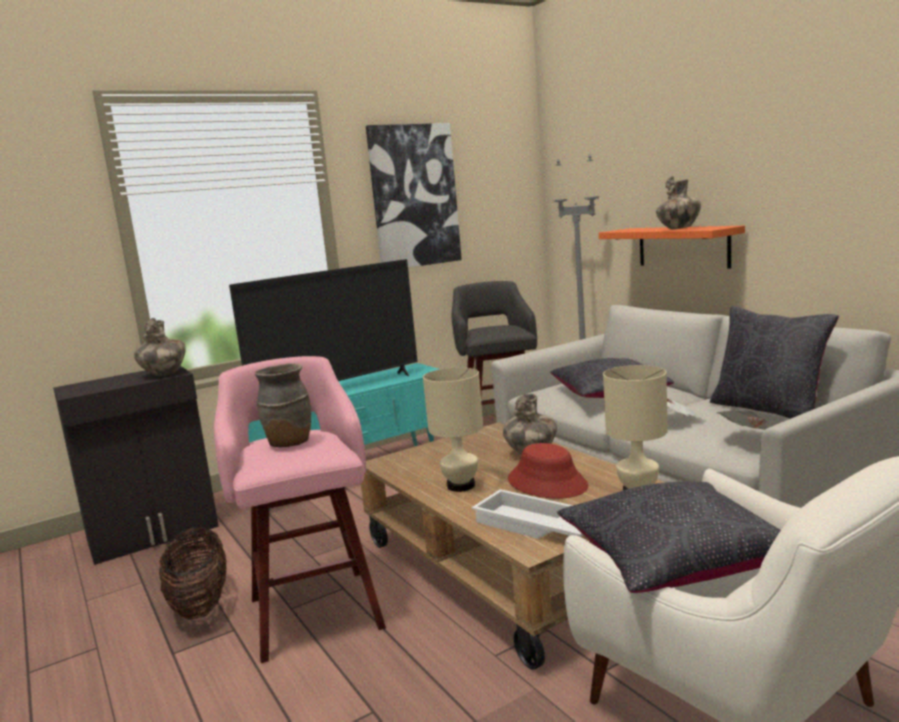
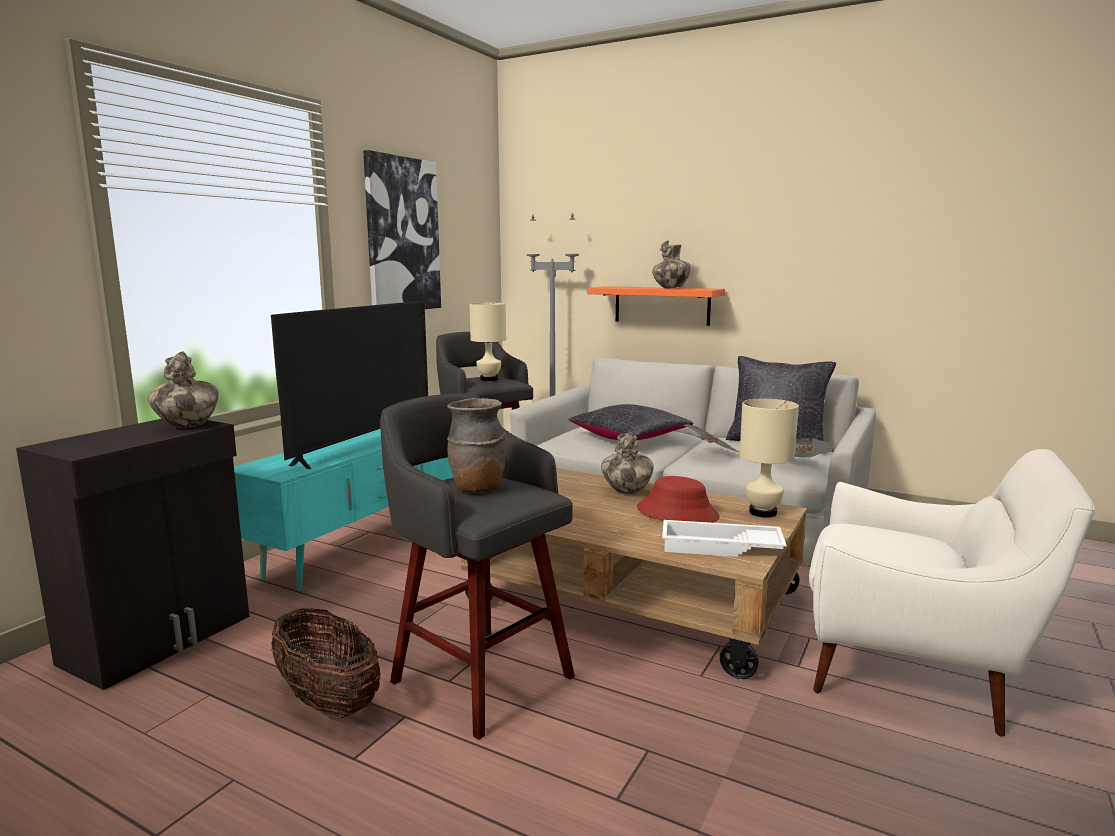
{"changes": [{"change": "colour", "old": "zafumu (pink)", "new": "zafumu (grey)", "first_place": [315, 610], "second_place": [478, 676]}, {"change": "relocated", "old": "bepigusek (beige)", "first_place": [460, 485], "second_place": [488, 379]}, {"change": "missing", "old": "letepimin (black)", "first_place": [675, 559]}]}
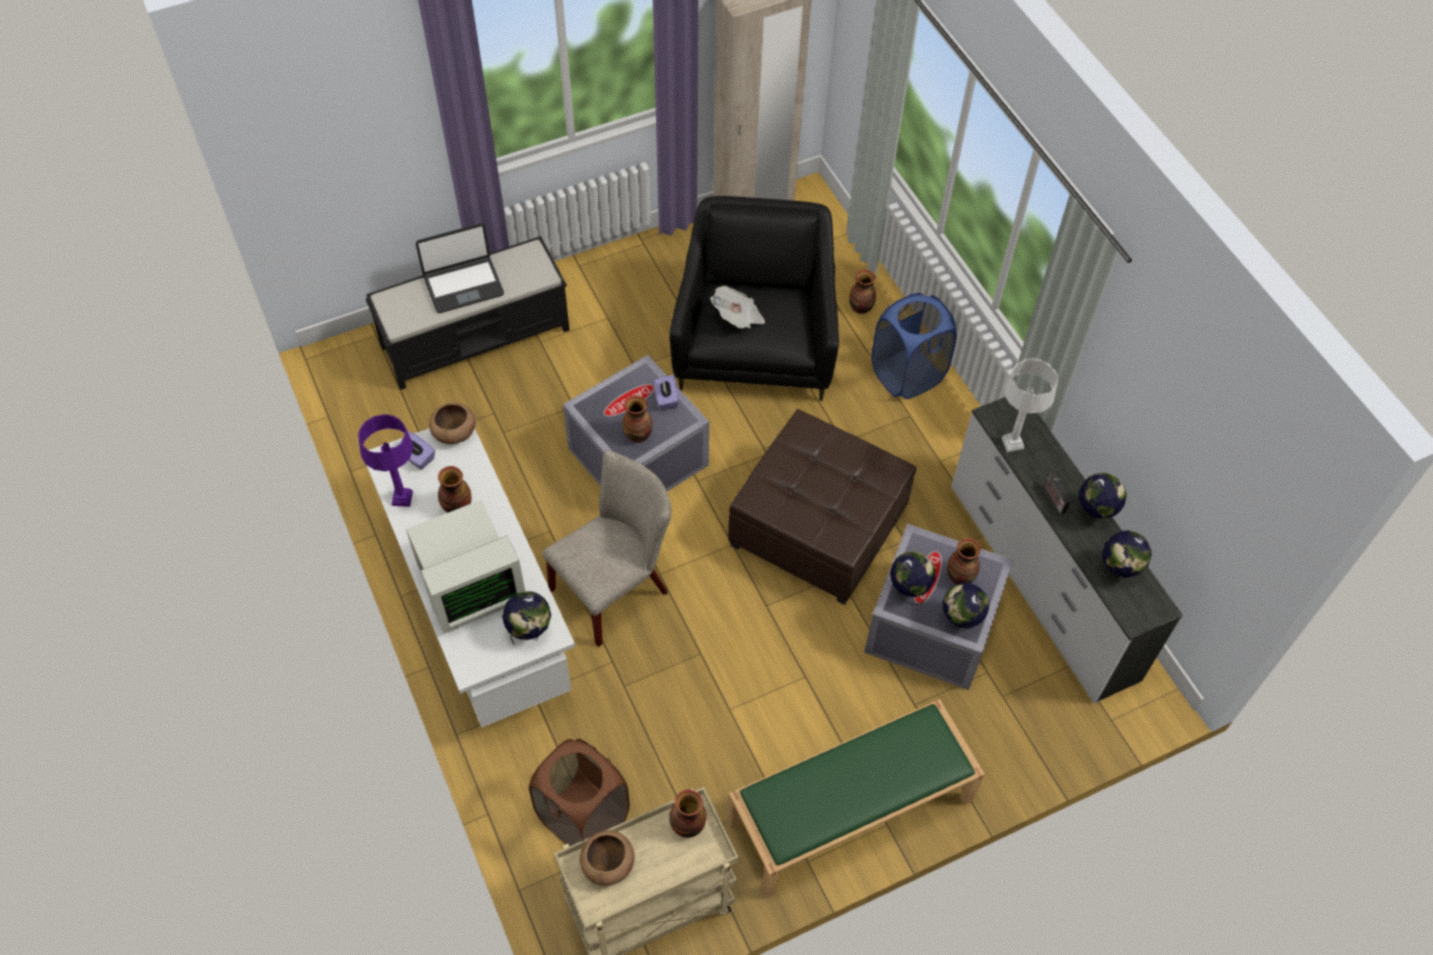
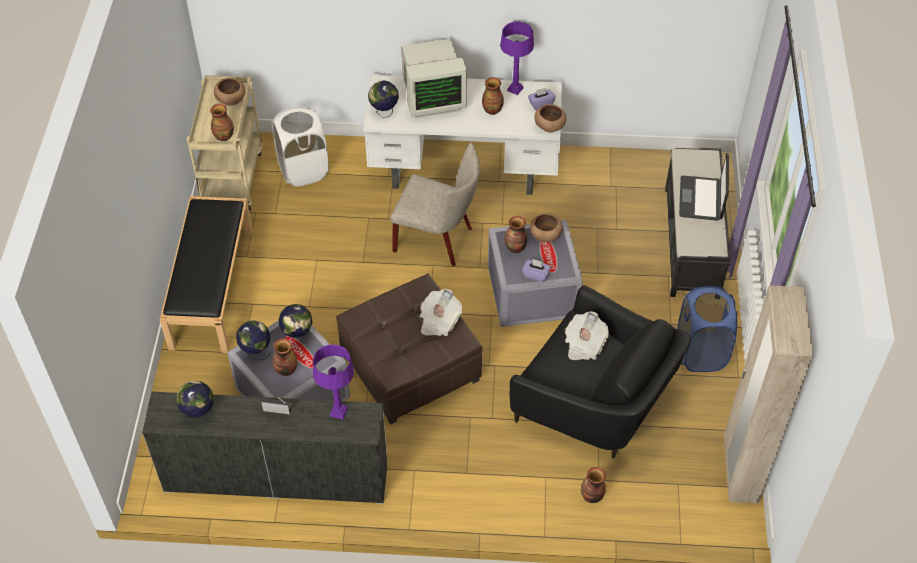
{"changes": [{"change": "relocated", "old": "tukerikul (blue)", "first_place": [907, 375], "second_place": [700, 352]}, {"change": "colour", "old": "bepigusek (white)", "new": "bepigusek (purple)", "first_place": [1012, 443], "second_place": [338, 411]}, {"change": "spun", "old": "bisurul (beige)", "first_place": [615, 587], "second_place": [438, 239], "degrees": -60}, {"change": "missing", "old": "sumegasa", "first_place": [1094, 514]}, {"change": "spun", "old": "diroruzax", "first_place": [470, 587], "second_place": [432, 98], "degrees": -105}, {"change": "colour", "old": "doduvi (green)", "new": "doduvi (black)", "first_place": [849, 812], "second_place": [211, 287]}, {"change": "colour", "old": "tukerikul (brown)", "new": "tukerikul (white)", "first_place": [583, 818], "second_place": [303, 170]}, {"change": "appeared", "new": "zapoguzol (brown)", "second_place": [545, 235]}, {"change": "appeared", "new": "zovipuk", "second_place": [438, 321]}]}
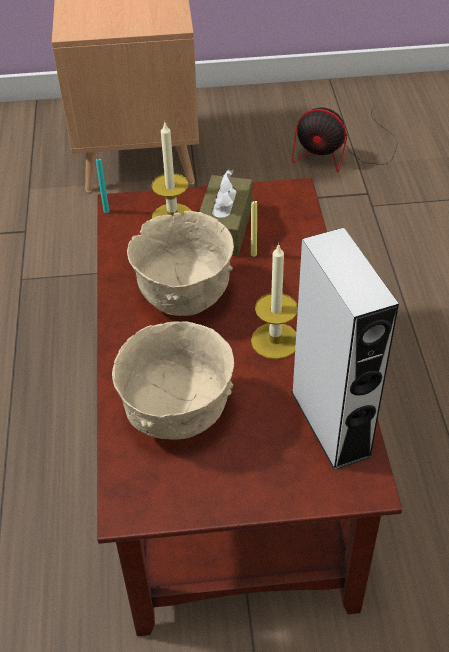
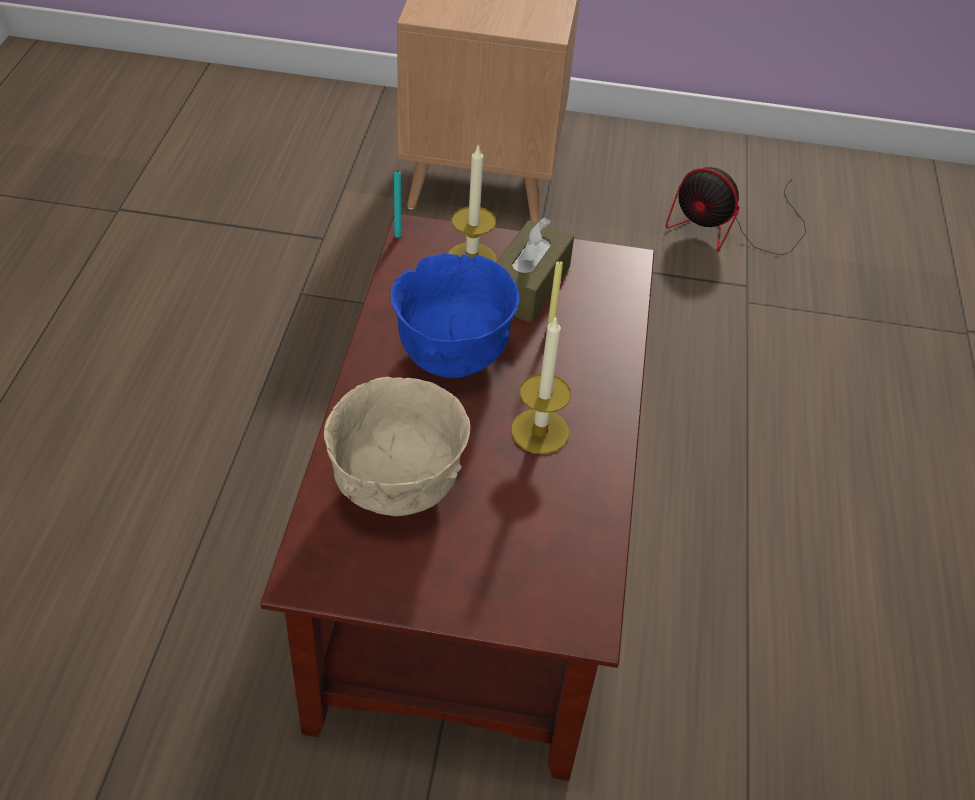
{"changes": [{"change": "colour", "old": "zapoguzol (beige)", "new": "zapoguzol (blue)", "first_place": [184, 297], "second_place": [453, 355]}, {"change": "missing", "old": "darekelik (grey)", "first_place": [330, 423]}]}
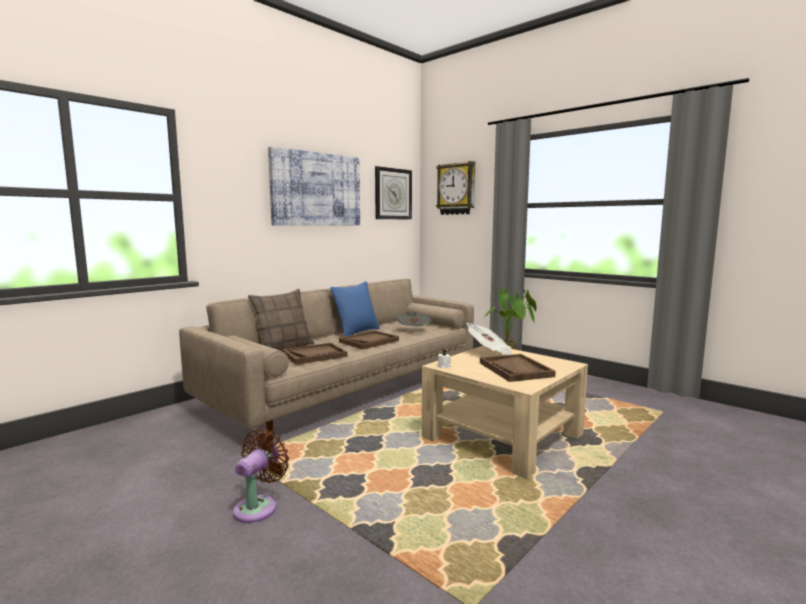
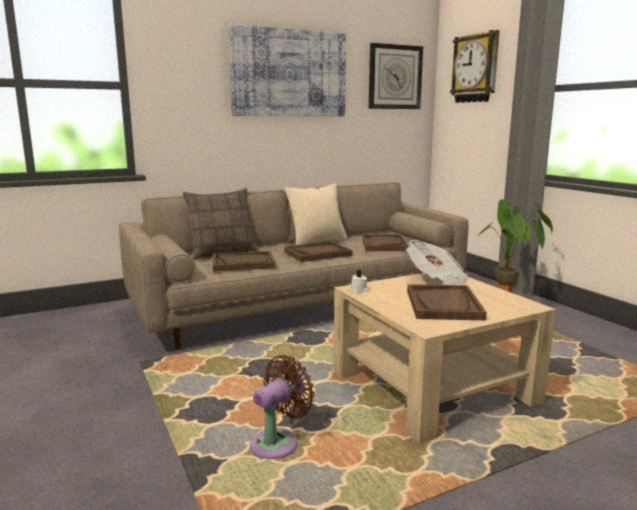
{"changes": [{"change": "colour", "old": "letepimin (blue)", "new": "letepimin (beige)", "first_place": [357, 332], "second_place": [317, 242]}, {"change": "exchanged", "old": "zovipuk", "new": "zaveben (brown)", "first_place": [413, 330], "second_place": [384, 244]}, {"change": "relocated", "old": "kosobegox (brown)", "first_place": [258, 507], "second_place": [278, 443]}]}
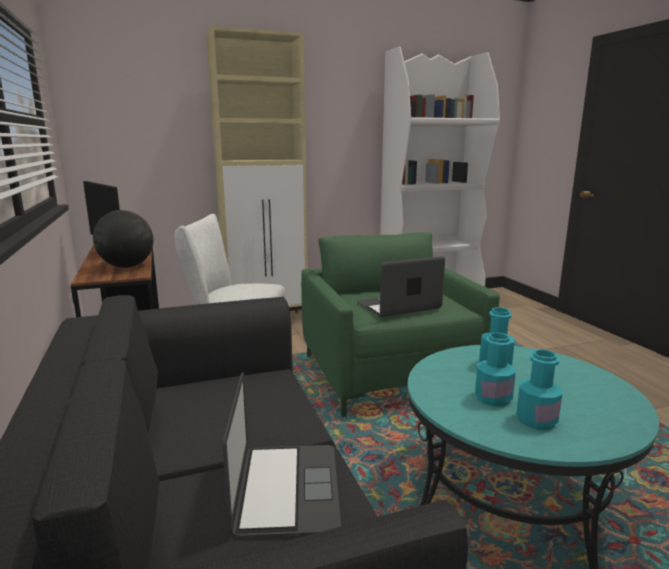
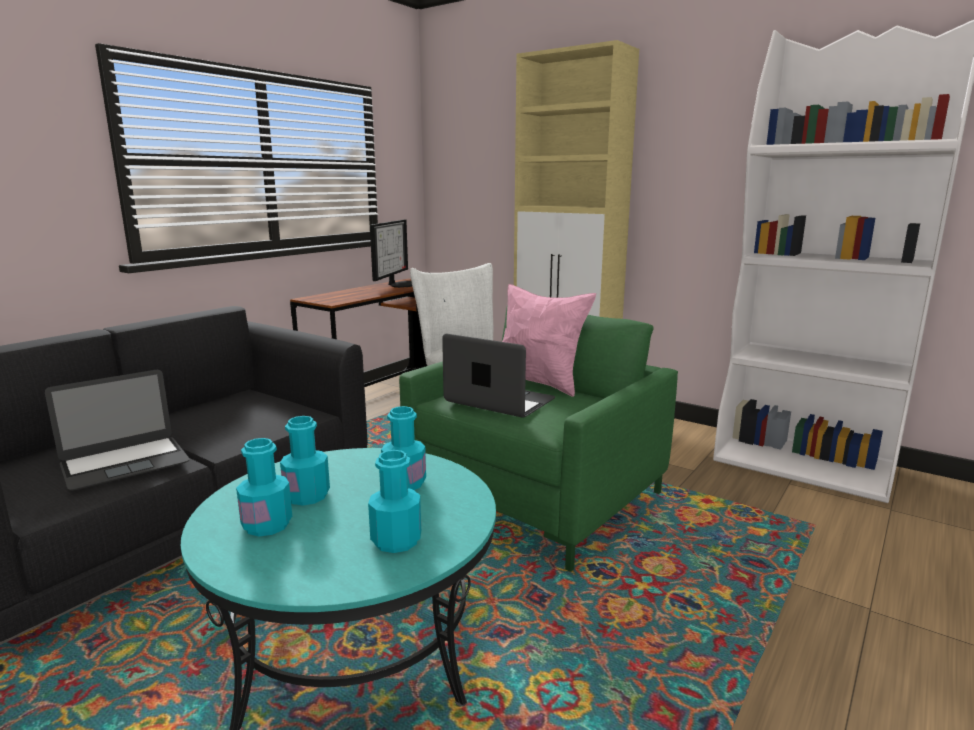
{"changes": [{"change": "missing", "old": "sumegasa", "first_place": [127, 266]}, {"change": "appeared", "new": "letepimin (pink)", "second_place": [538, 383]}, {"change": "appeared", "new": "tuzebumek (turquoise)", "second_place": [396, 540]}]}
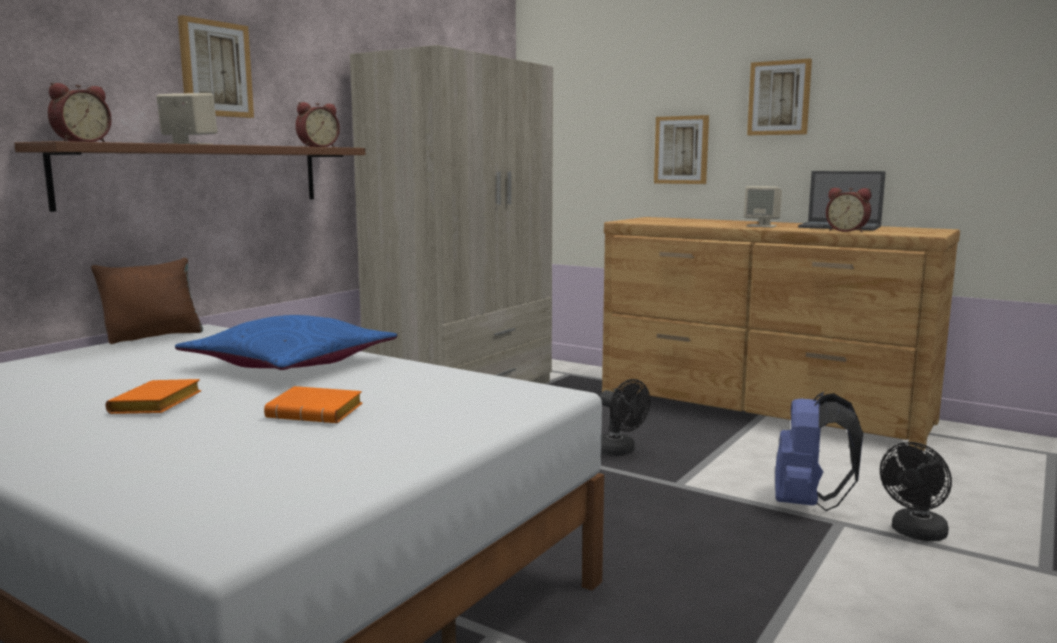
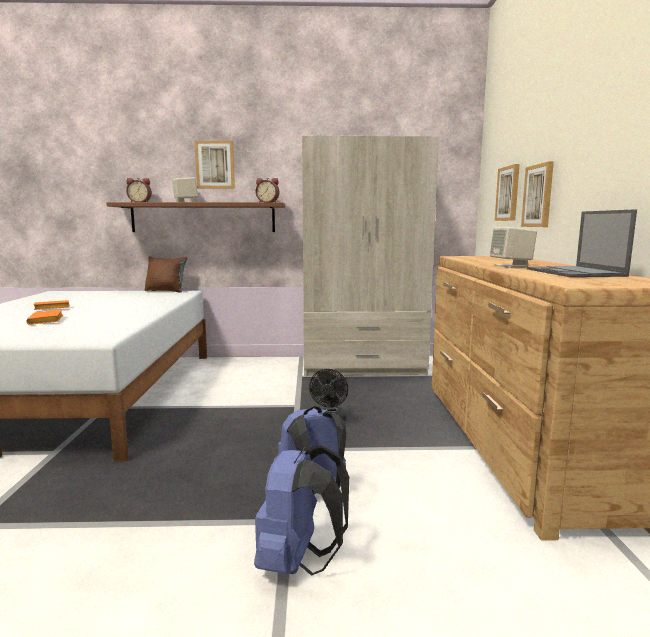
{"changes": [{"change": "relocated", "old": "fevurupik", "first_place": [779, 98], "second_place": [508, 193]}, {"change": "missing", "old": "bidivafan", "first_place": [847, 231]}, {"change": "missing", "old": "letepimin (blue)", "first_place": [290, 364]}, {"change": "exchanged", "old": "kosobegox (black)", "new": "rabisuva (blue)", "first_place": [915, 534], "second_place": [298, 562]}]}
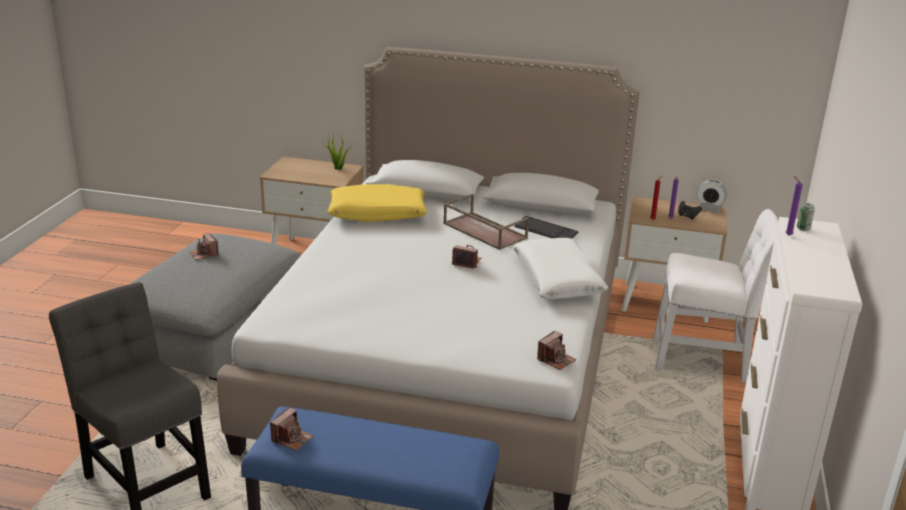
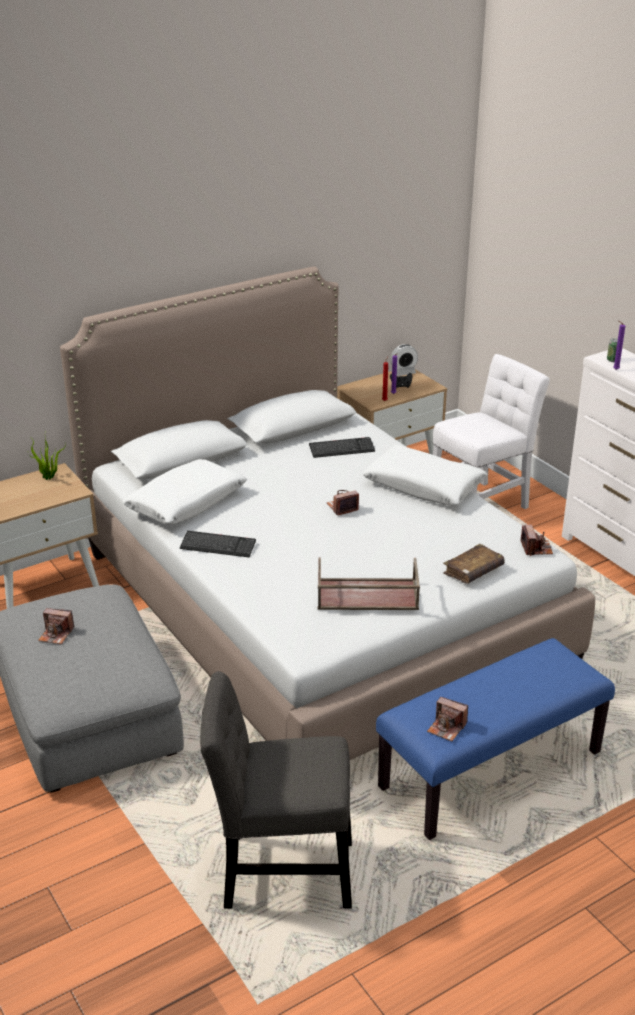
{"changes": [{"change": "colour", "old": "letepimin (yellow)", "new": "letepimin (white)", "first_place": [377, 213], "second_place": [186, 503]}, {"change": "relocated", "old": "zaveben (brown)", "first_place": [483, 230], "second_place": [366, 595]}, {"change": "spun", "old": "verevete", "first_place": [292, 438], "second_place": [446, 728], "degrees": 135}, {"change": "appeared", "new": "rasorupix", "second_place": [218, 546]}, {"change": "appeared", "new": "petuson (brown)", "second_place": [473, 571]}]}
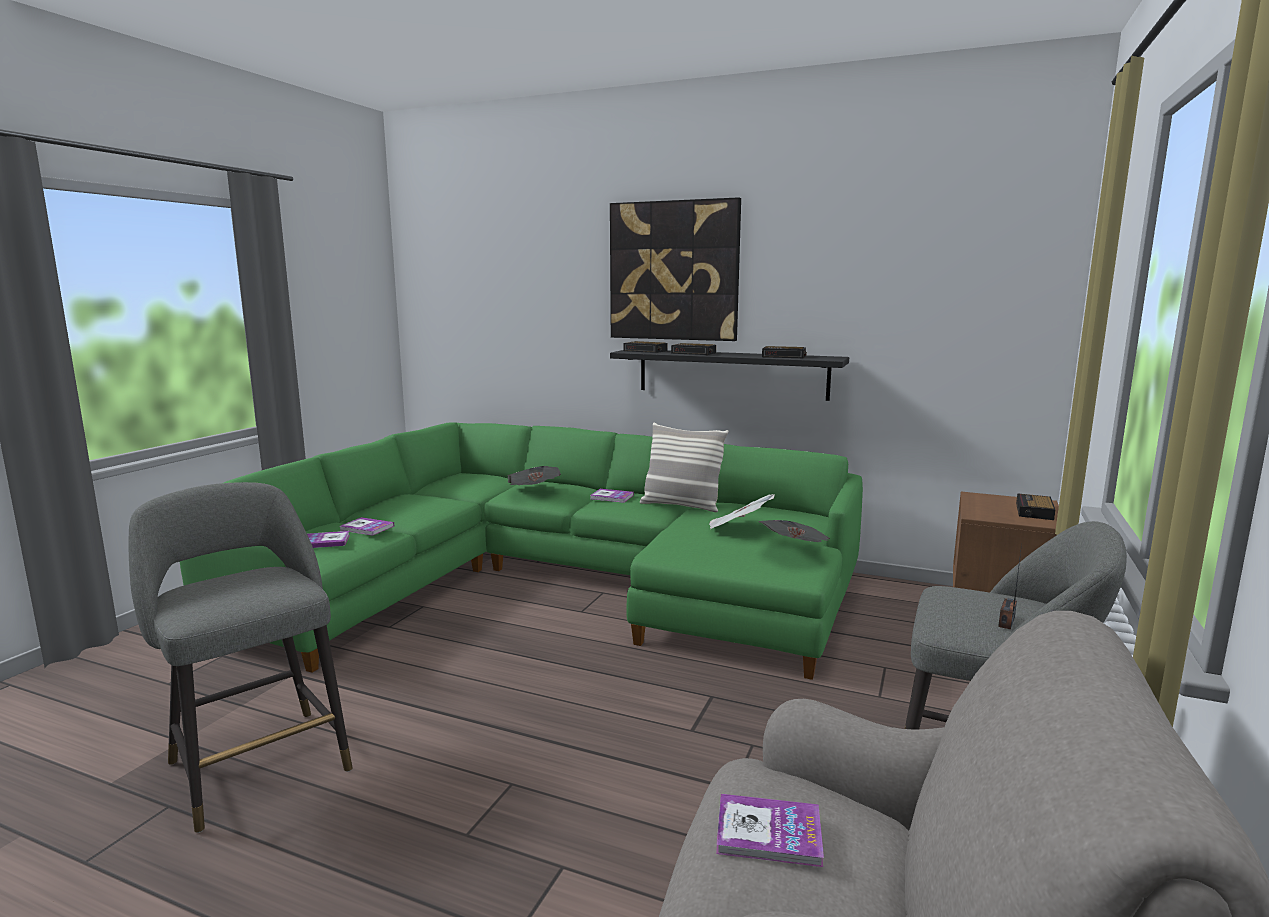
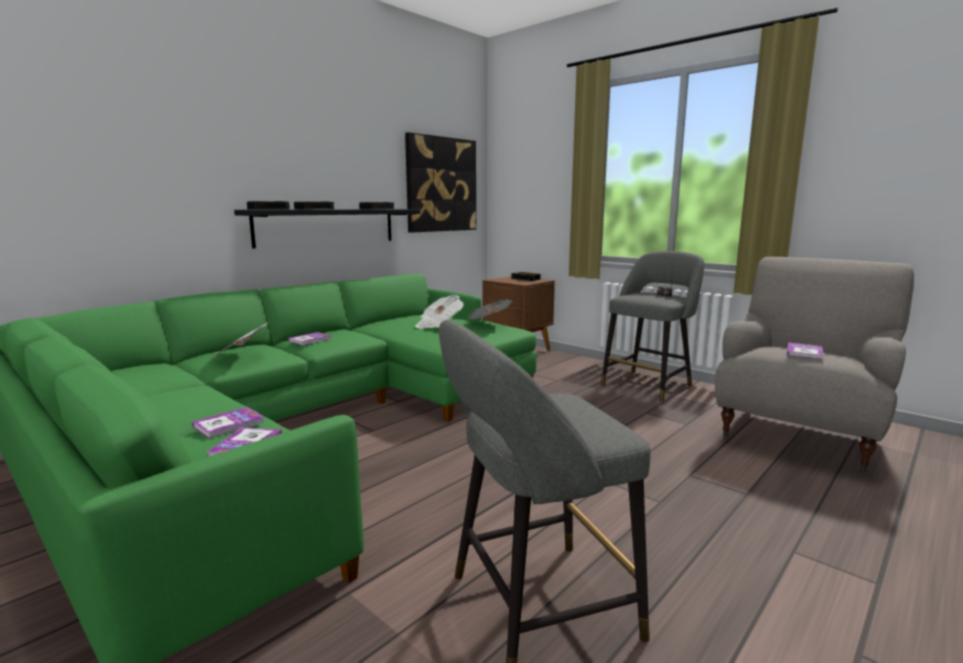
{"changes": [{"change": "relocated", "old": "fevurupik", "first_place": [674, 271], "second_place": [441, 184]}, {"change": "missing", "old": "letepimin", "first_place": [681, 505]}]}
